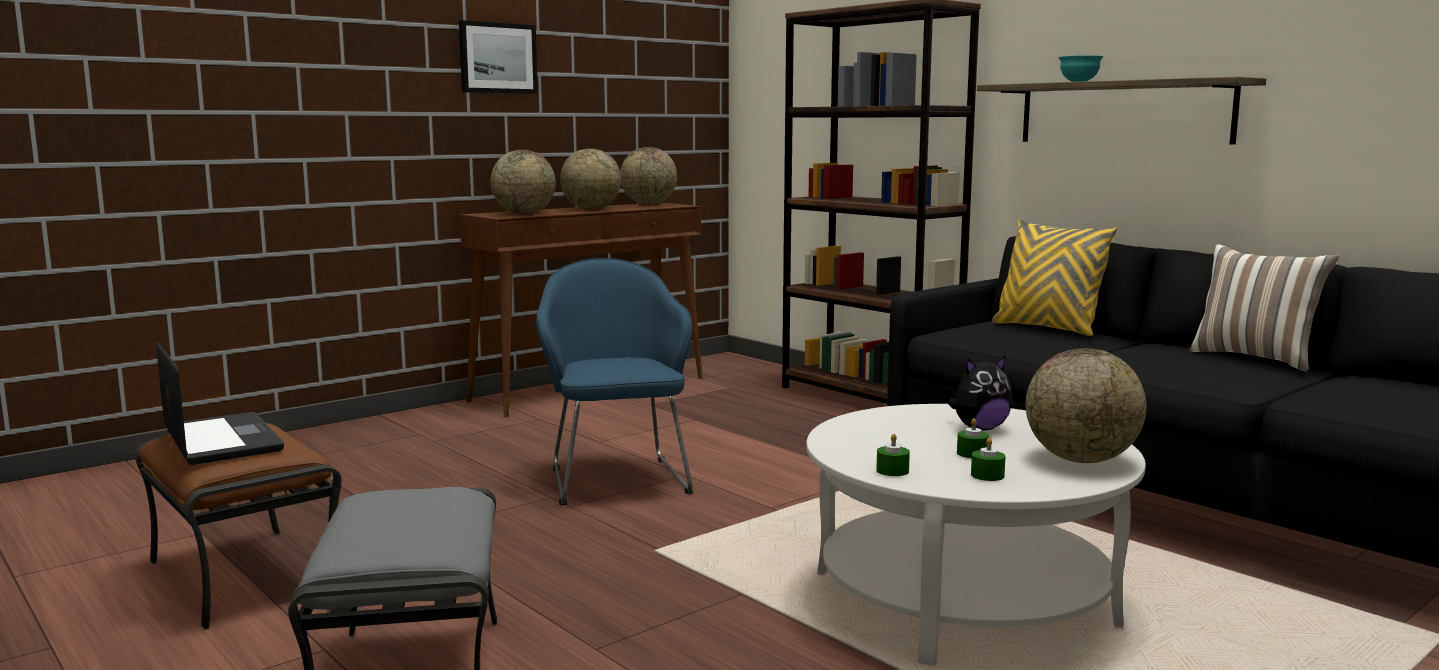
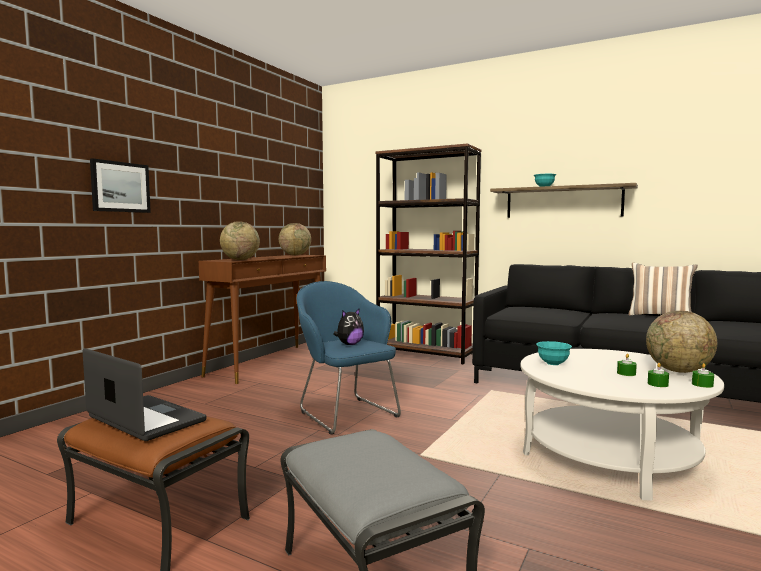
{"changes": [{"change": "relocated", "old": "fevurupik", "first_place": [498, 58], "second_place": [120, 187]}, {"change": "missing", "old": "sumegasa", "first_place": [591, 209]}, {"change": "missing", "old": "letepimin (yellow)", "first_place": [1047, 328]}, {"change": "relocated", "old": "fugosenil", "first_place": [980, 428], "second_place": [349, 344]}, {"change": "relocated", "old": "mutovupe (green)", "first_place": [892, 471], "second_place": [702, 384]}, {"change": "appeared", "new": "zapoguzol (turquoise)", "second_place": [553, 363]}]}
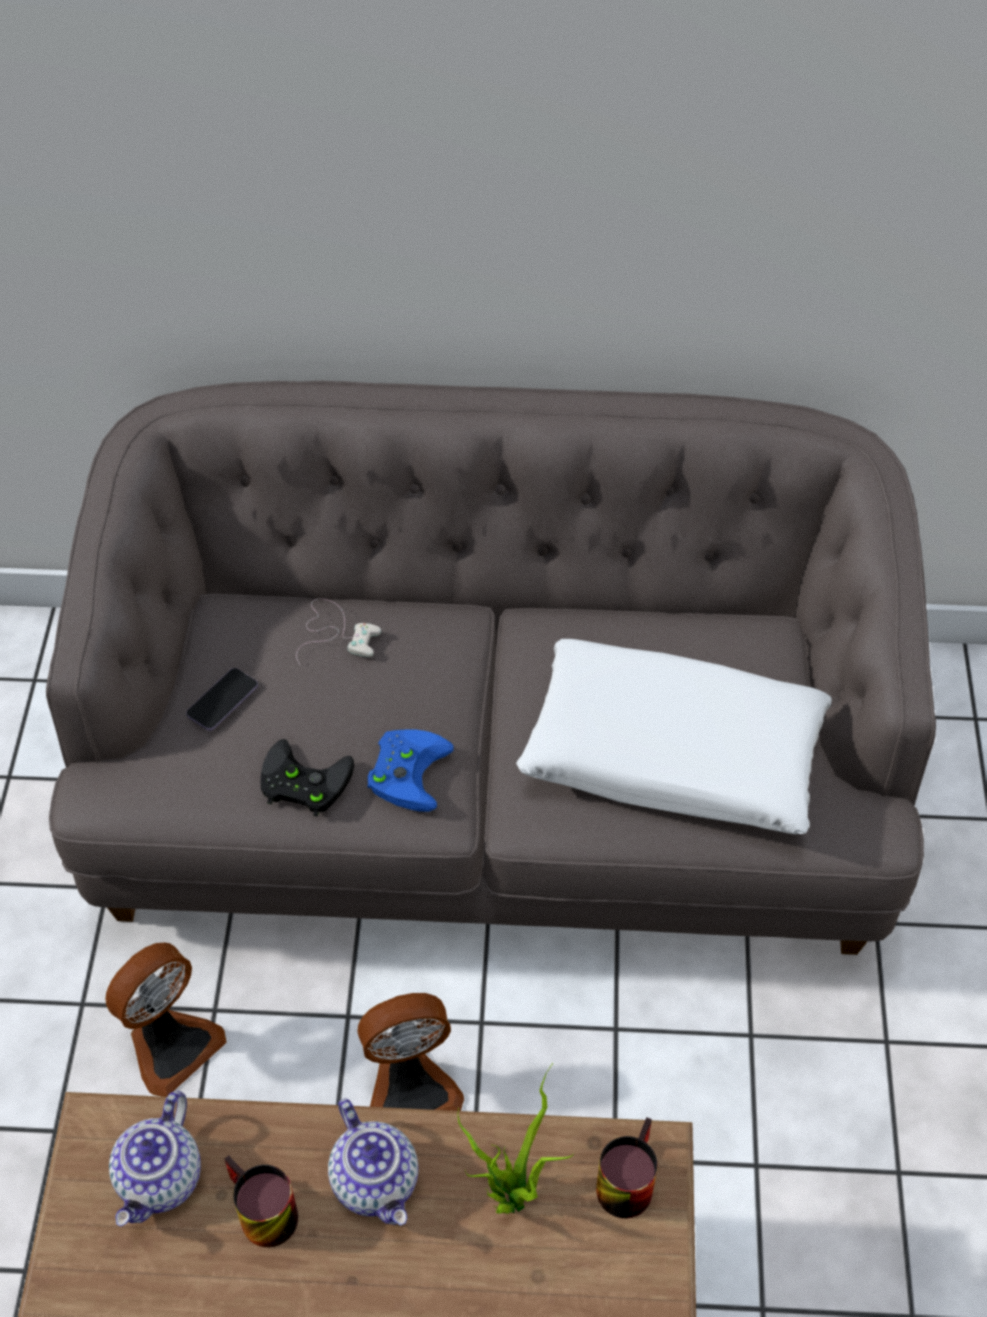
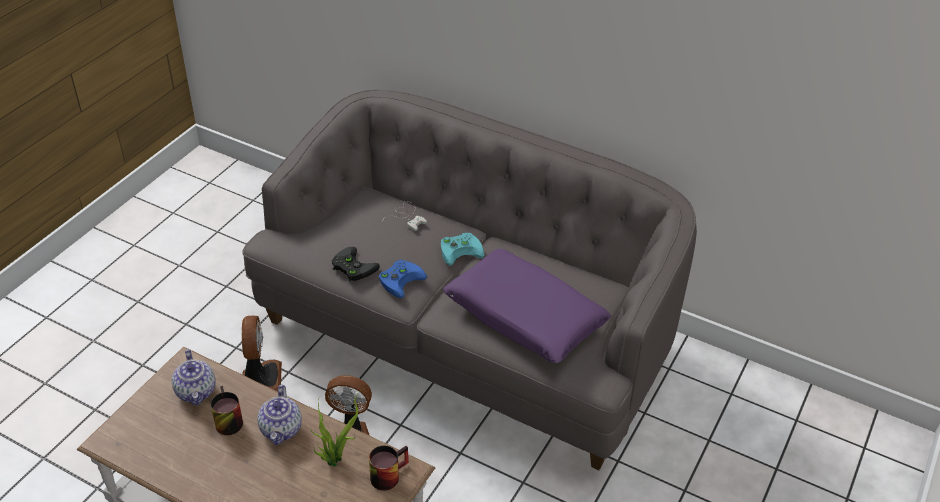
{"changes": [{"change": "colour", "old": "letepimin (white)", "new": "letepimin (purple)", "first_place": [673, 755], "second_place": [524, 316]}, {"change": "missing", "old": "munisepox", "first_place": [222, 701]}, {"change": "spun", "old": "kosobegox", "first_place": [171, 1045], "second_place": [261, 378], "degrees": -75}, {"change": "spun", "old": "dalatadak", "first_place": [161, 1180], "second_place": [197, 391], "degrees": -60}, {"change": "appeared", "new": "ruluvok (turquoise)", "second_place": [461, 250]}]}
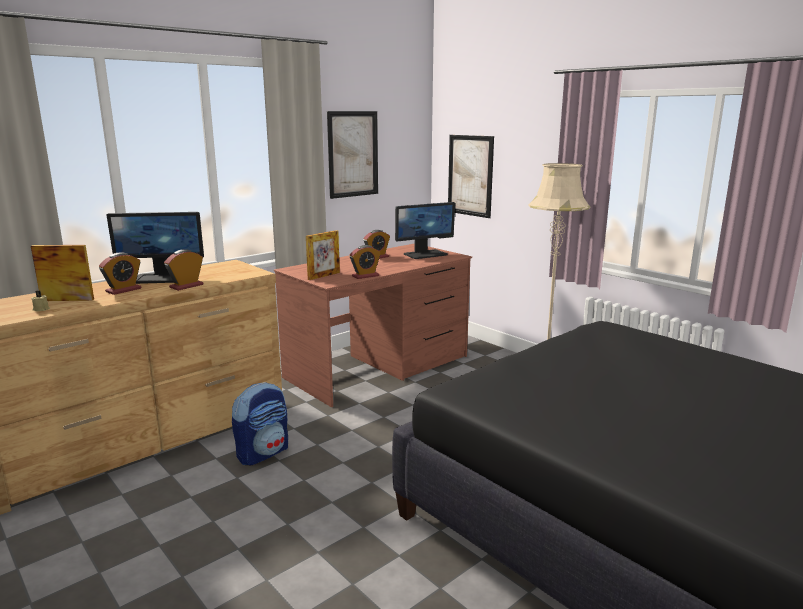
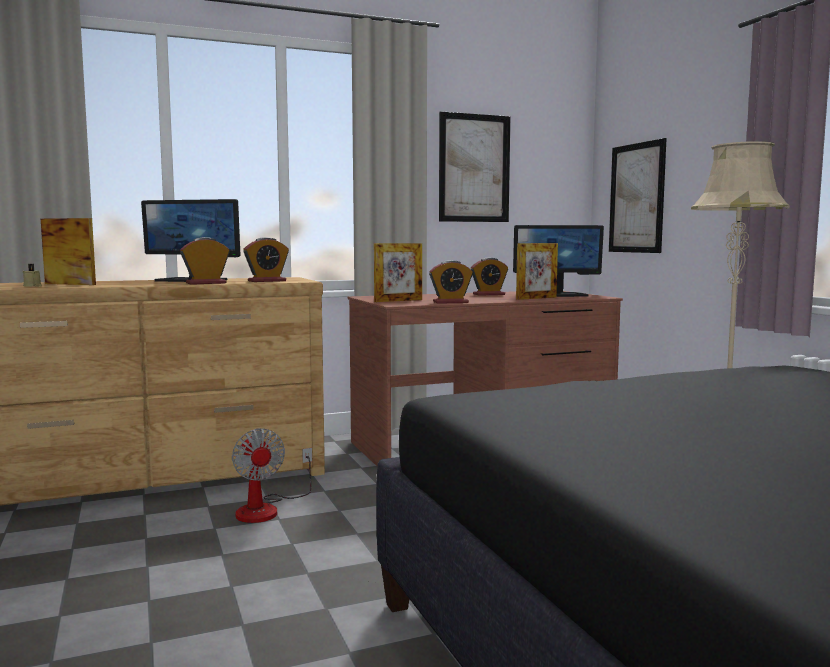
{"changes": [{"change": "relocated", "old": "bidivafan", "first_place": [123, 290], "second_place": [267, 281]}, {"change": "exchanged", "old": "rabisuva", "new": "kosobegox", "first_place": [263, 453], "second_place": [266, 509]}, {"change": "appeared", "new": "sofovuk", "second_place": [536, 298]}]}
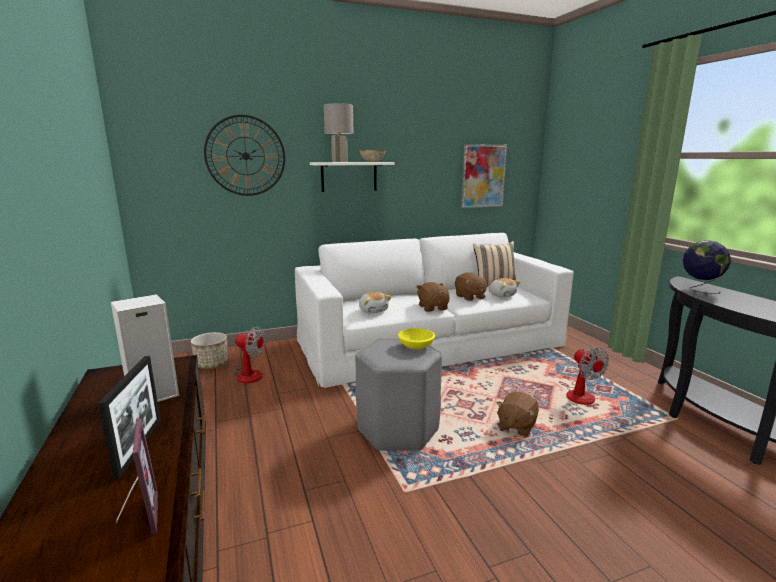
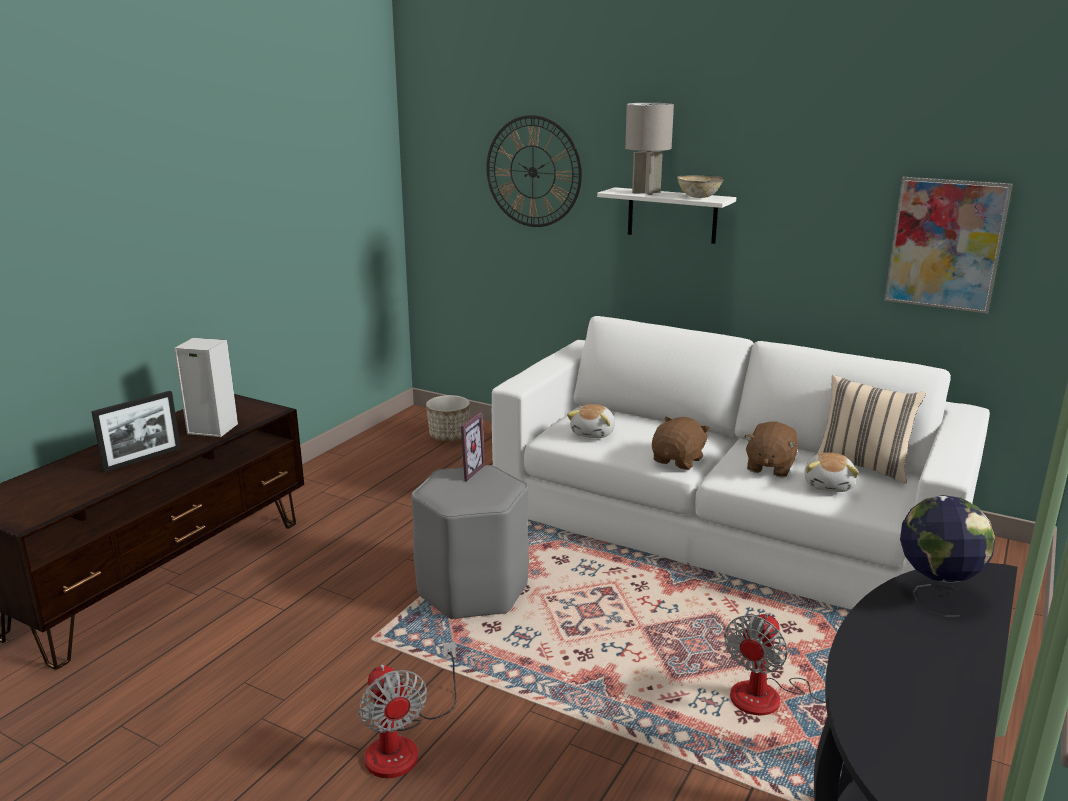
{"changes": [{"change": "relocated", "old": "kosobegox", "first_place": [248, 373], "second_place": [403, 744]}, {"change": "missing", "old": "zapoguzol (yellow)", "first_place": [416, 347]}, {"change": "missing", "old": "fugosenil (brown)", "first_place": [516, 426]}, {"change": "relocated", "old": "sofovuk", "first_place": [137, 517], "second_place": [466, 471]}]}
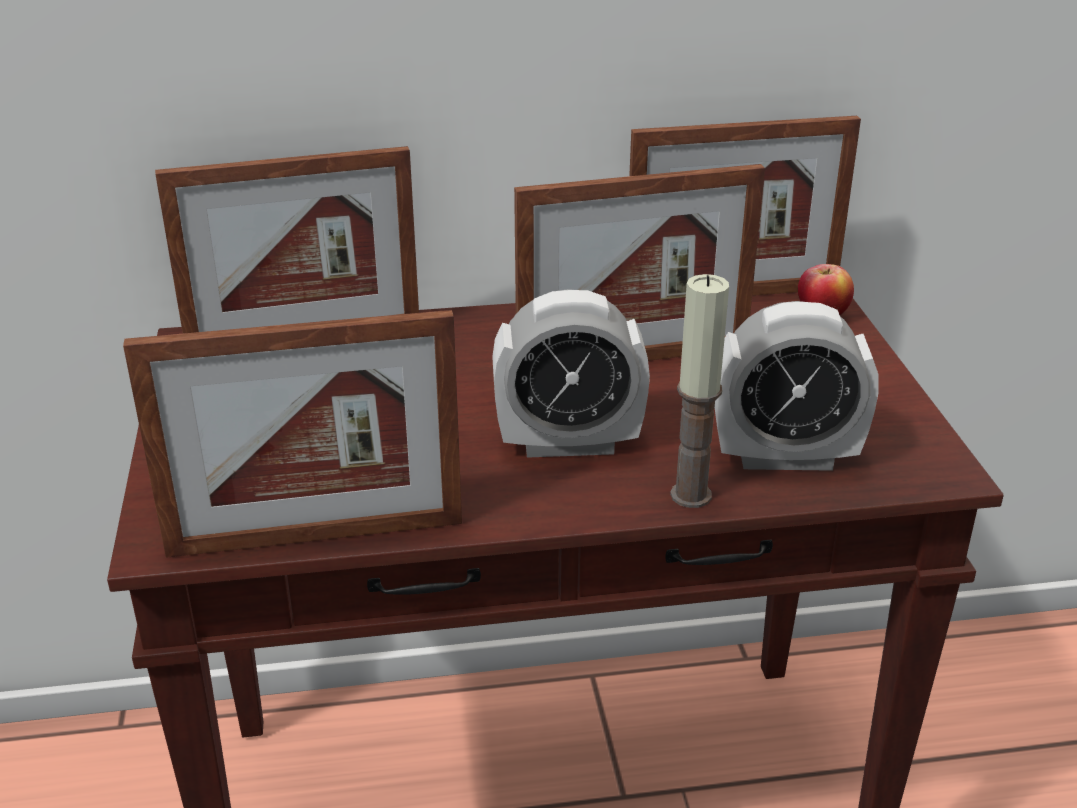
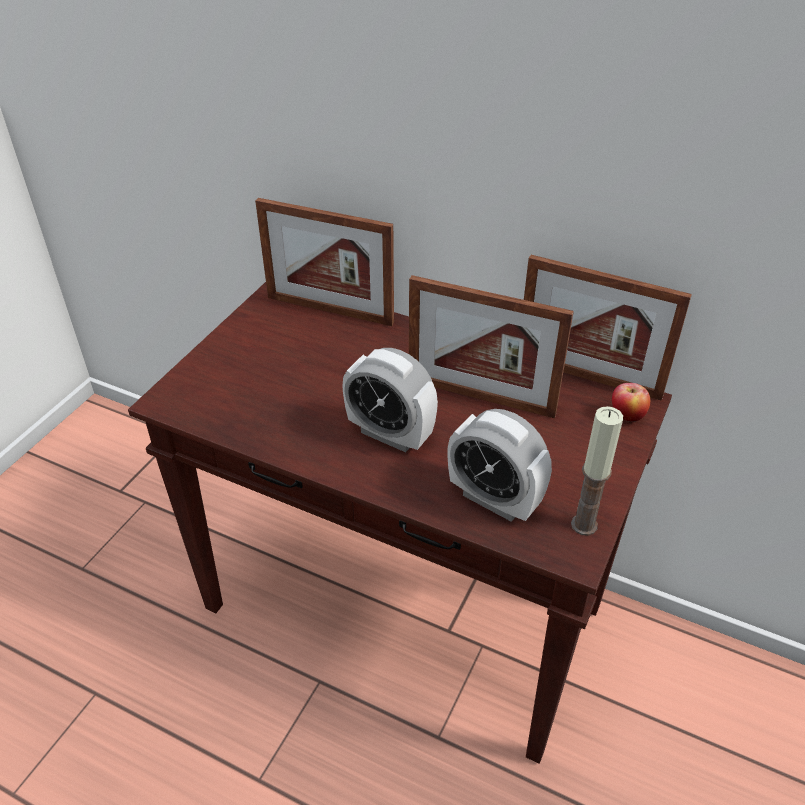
{"changes": [{"change": "relocated", "old": "mutovupe", "first_place": [691, 495], "second_place": [584, 525]}, {"change": "missing", "old": "sofovuk", "first_place": [316, 536]}]}
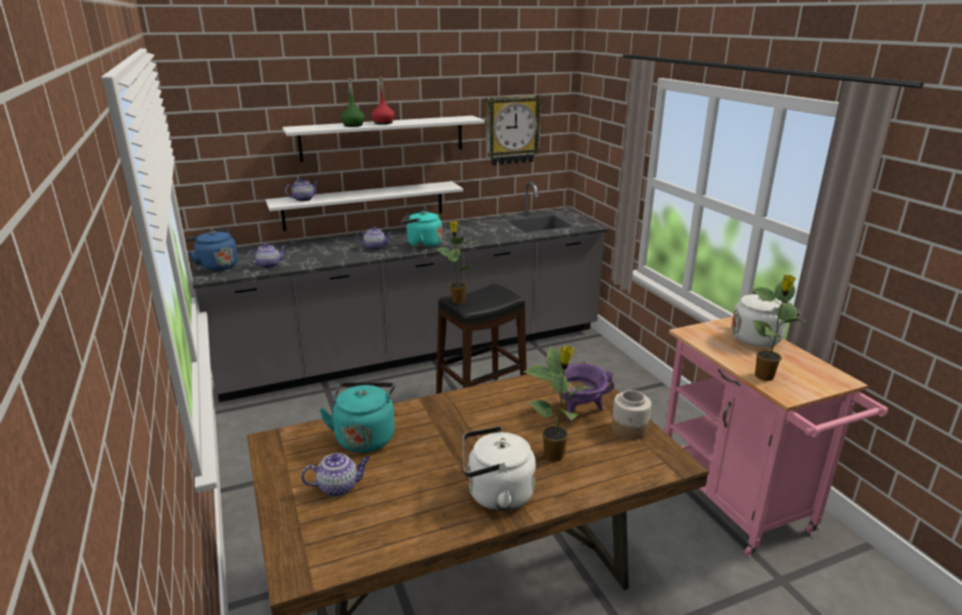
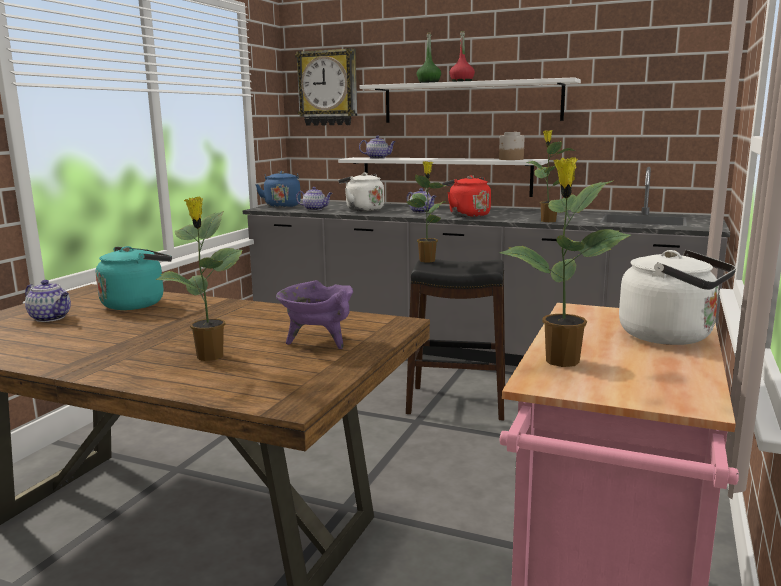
{"changes": [{"change": "relocated", "old": "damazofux", "first_place": [512, 130], "second_place": [328, 88]}, {"change": "colour", "old": "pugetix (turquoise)", "new": "pugetix (red)", "first_place": [422, 244], "second_place": [467, 215]}, {"change": "relocated", "old": "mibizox", "first_place": [629, 429], "second_place": [511, 159]}, {"change": "relocated", "old": "pugetix (white)", "first_place": [496, 495], "second_place": [362, 210]}, {"change": "appeared", "new": "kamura", "second_place": [547, 221]}]}
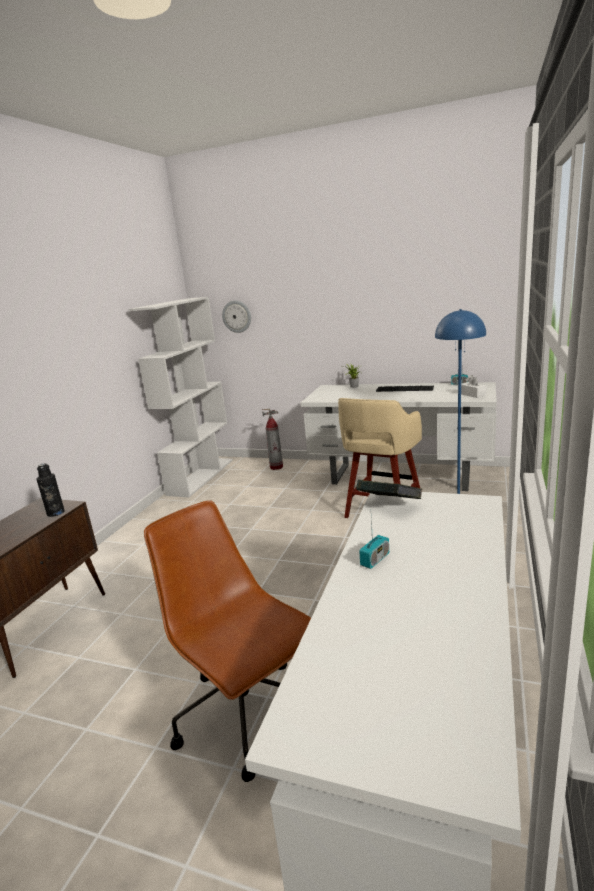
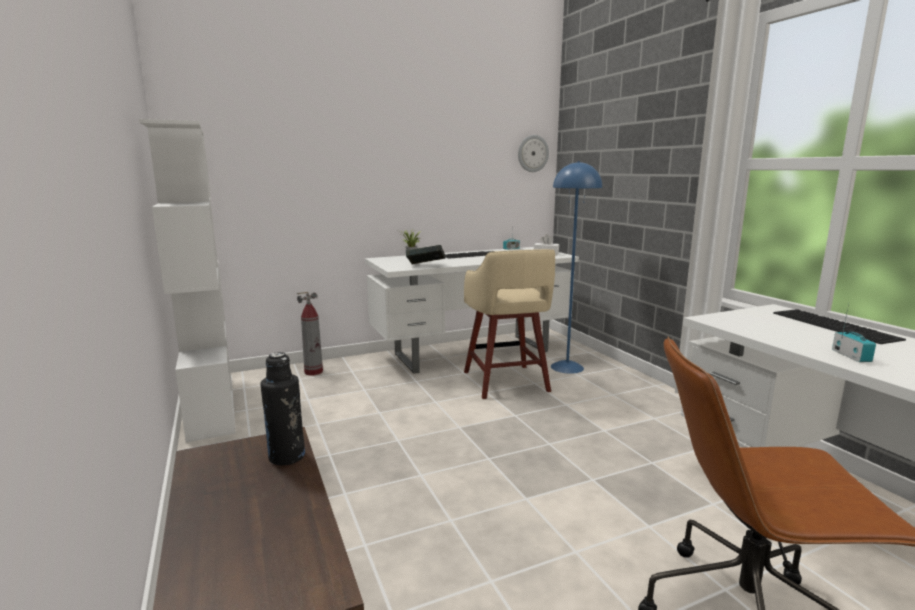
{"changes": [{"change": "relocated", "old": "damazofux", "first_place": [237, 316], "second_place": [532, 153]}, {"change": "relocated", "old": "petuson", "first_place": [389, 505], "second_place": [425, 266]}, {"change": "appeared", "new": "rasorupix", "second_place": [836, 325]}]}
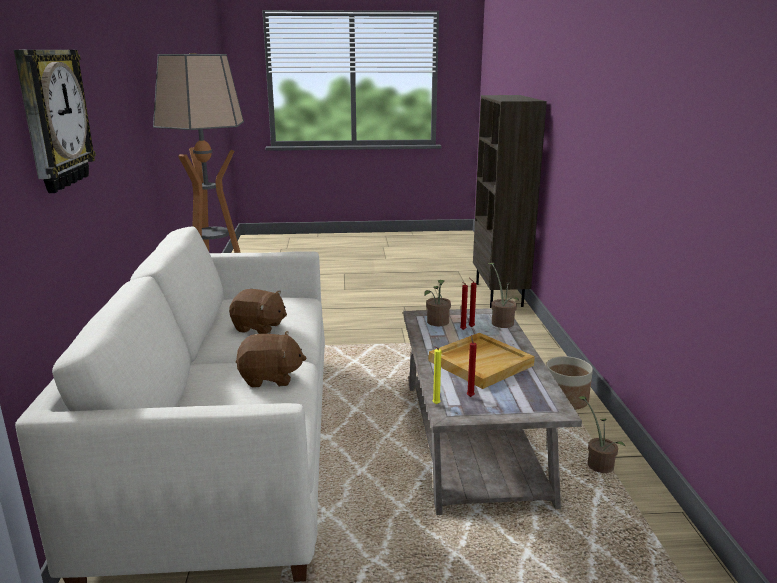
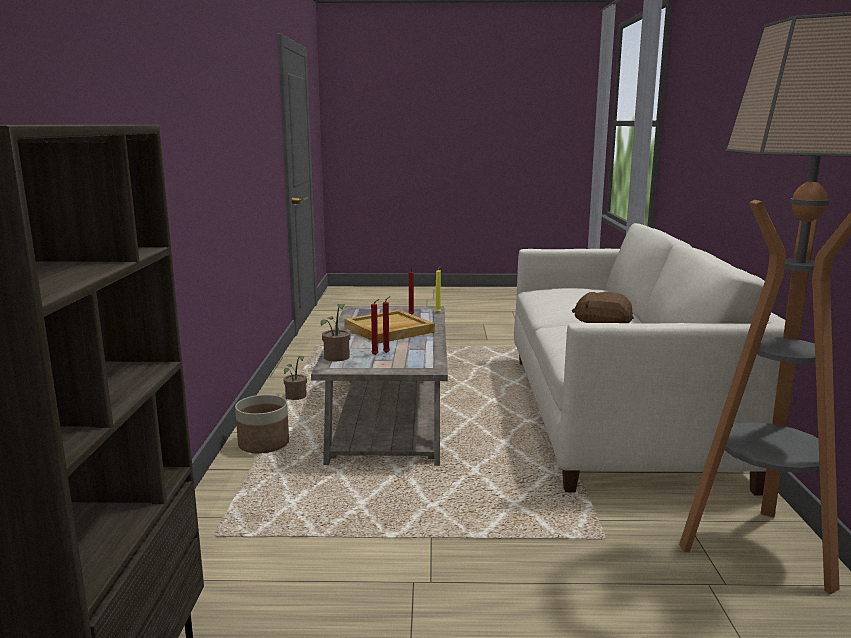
{"changes": [{"change": "missing", "old": "damazofux", "first_place": [52, 119]}, {"change": "missing", "old": "kamura", "first_place": [437, 323]}, {"change": "missing", "old": "fugosenil (brown)", "first_place": [270, 378]}]}
